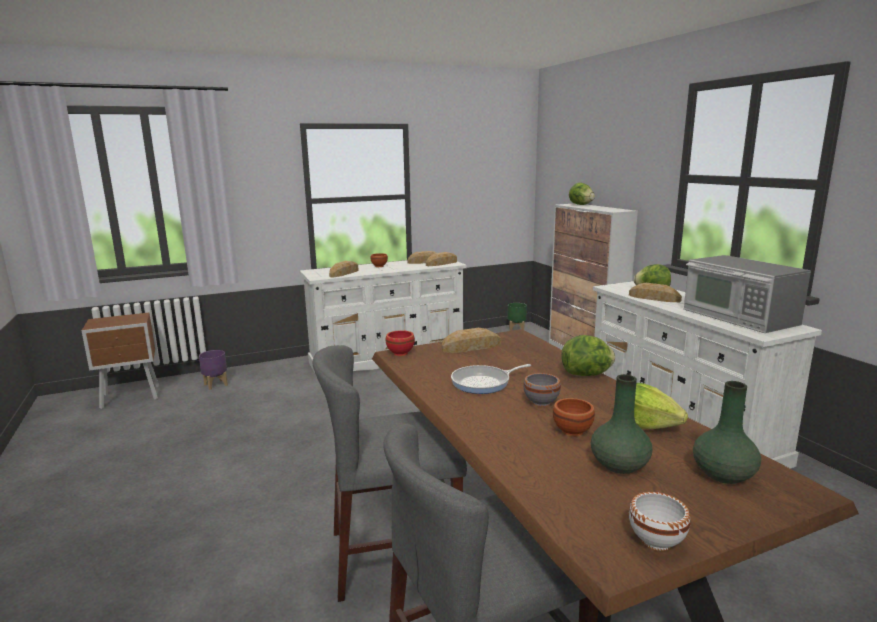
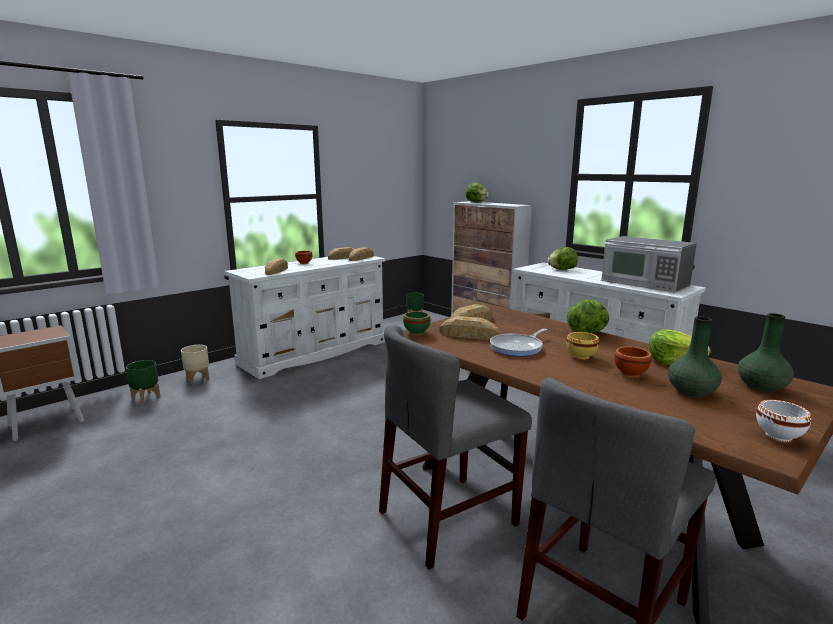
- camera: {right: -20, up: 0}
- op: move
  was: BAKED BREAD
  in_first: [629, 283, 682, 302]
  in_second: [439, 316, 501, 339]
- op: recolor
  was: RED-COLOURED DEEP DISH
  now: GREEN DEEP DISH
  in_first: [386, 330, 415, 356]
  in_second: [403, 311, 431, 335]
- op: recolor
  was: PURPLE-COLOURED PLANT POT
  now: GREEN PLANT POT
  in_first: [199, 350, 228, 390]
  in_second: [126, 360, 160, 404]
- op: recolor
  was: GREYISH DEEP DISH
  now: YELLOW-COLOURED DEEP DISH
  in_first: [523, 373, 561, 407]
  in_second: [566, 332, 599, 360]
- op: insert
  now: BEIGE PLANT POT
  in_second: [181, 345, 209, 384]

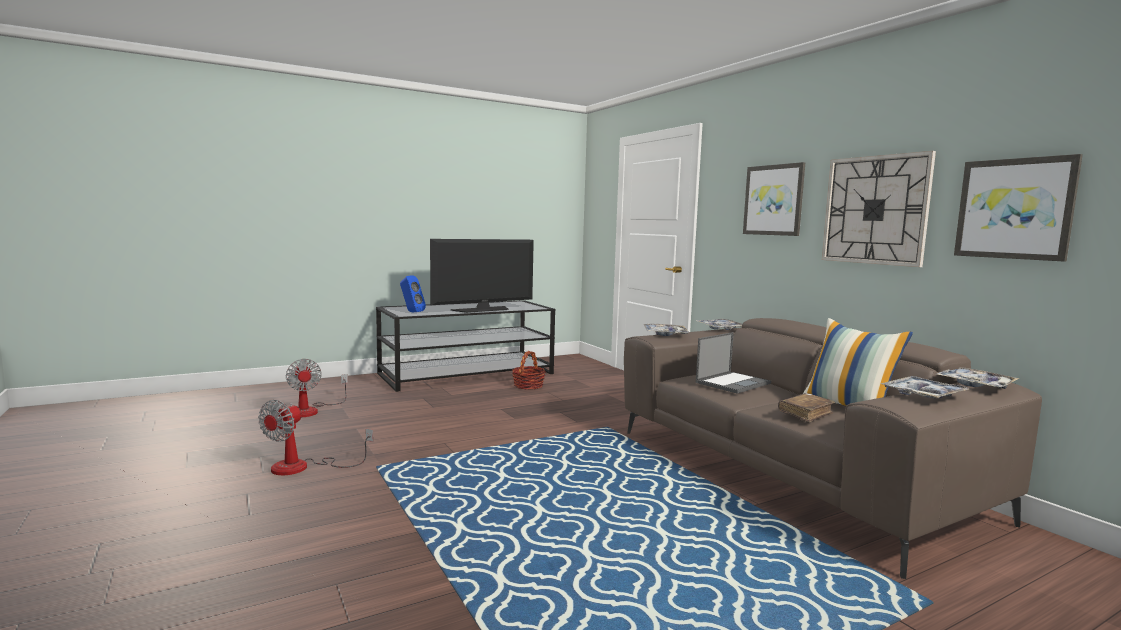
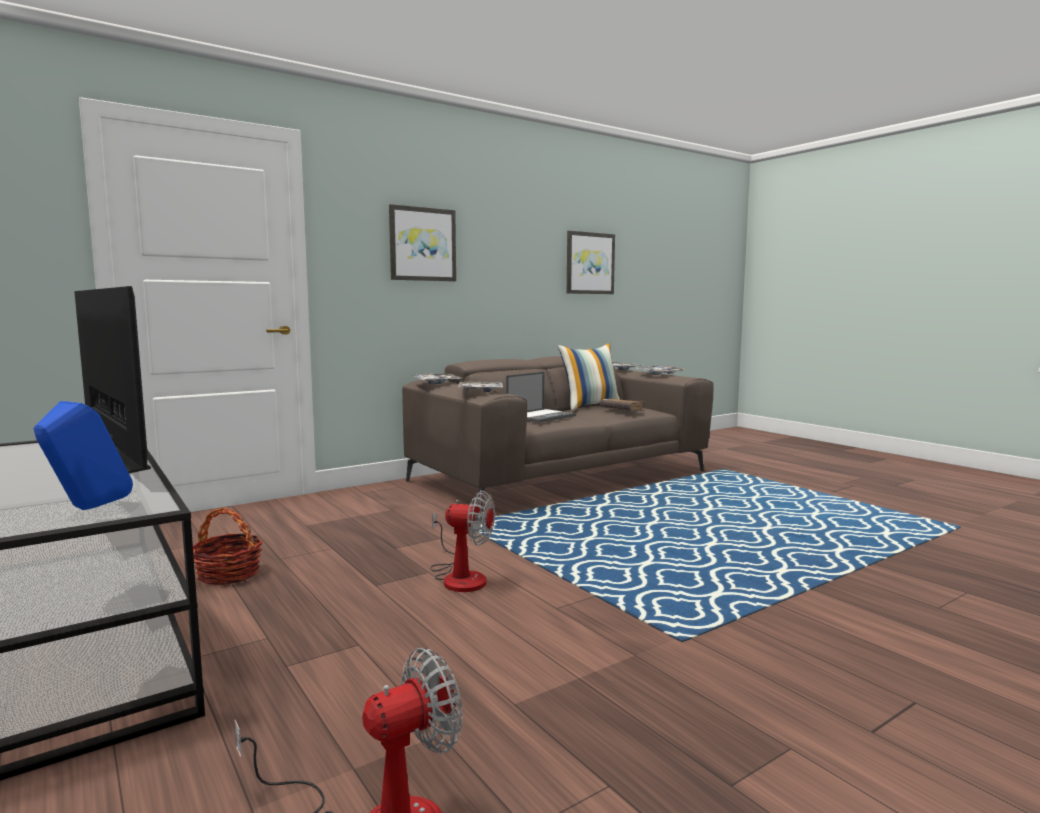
- camera: {right: -95, up: 0}
- op: delete
  was: WALL CLOCK
  in_first: [822, 151, 936, 267]
- op: rotate
  was: NOTEBOOK COMPUTER
  in_first: [696, 332, 771, 394]
  in_second: [506, 372, 576, 423]
  clockwise: 90
- op: move
  was: COOLING FAN
  in_first: [258, 400, 373, 475]
  in_second: [430, 491, 495, 592]

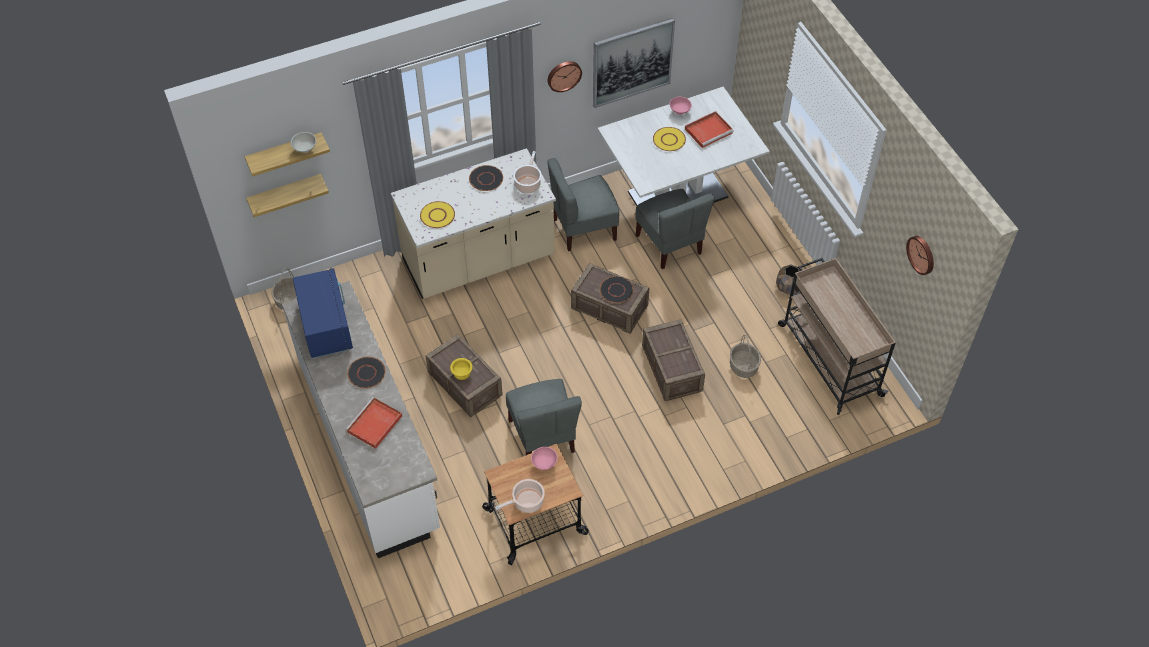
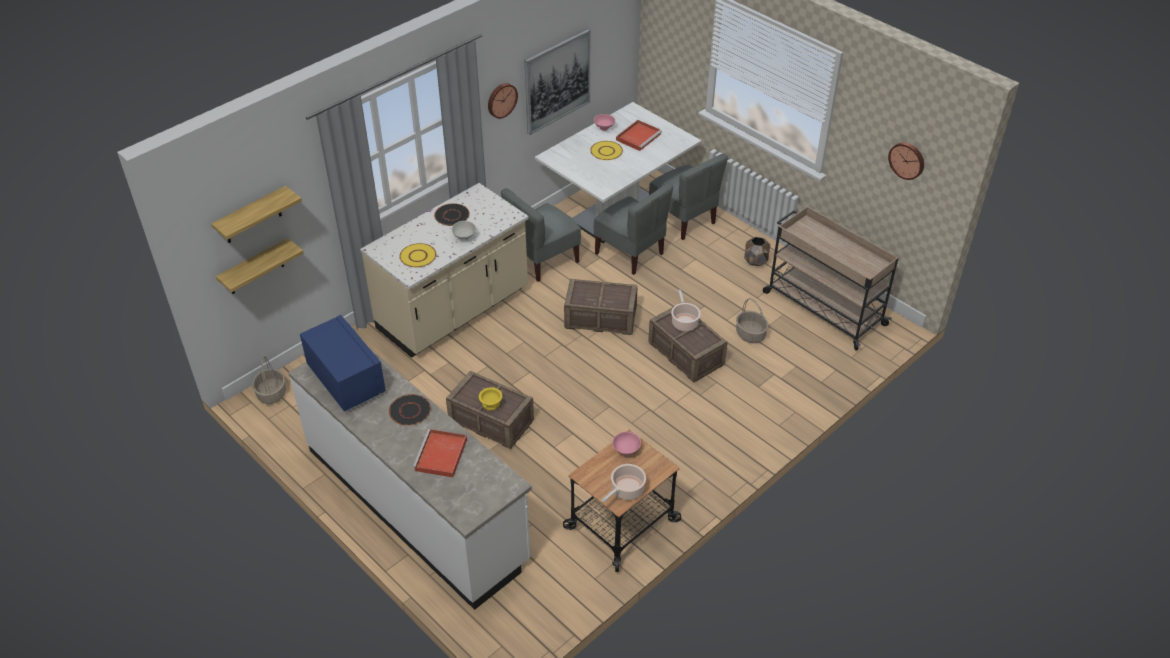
- camera: {right: -20, up: -10}
- op: move
  was: WHITE-COLOURED DEEP DISH
  in_first: [291, 132, 316, 153]
  in_second: [452, 221, 476, 240]
- op: move
  was: COOKING POT
  in_first: [513, 151, 542, 194]
  in_second: [671, 290, 701, 332]
- op: delete
  was: BLACKISH FLAT DISH
  in_first: [600, 276, 634, 303]
- op: move
  was: GREYISH PLAIN CHAIR
  in_first: [506, 379, 582, 455]
  in_second: [649, 154, 728, 240]

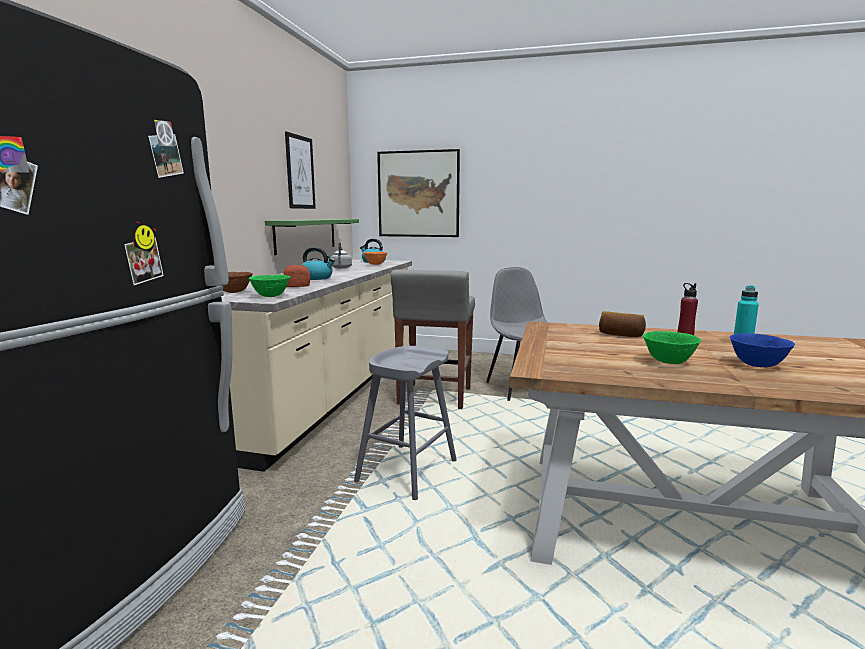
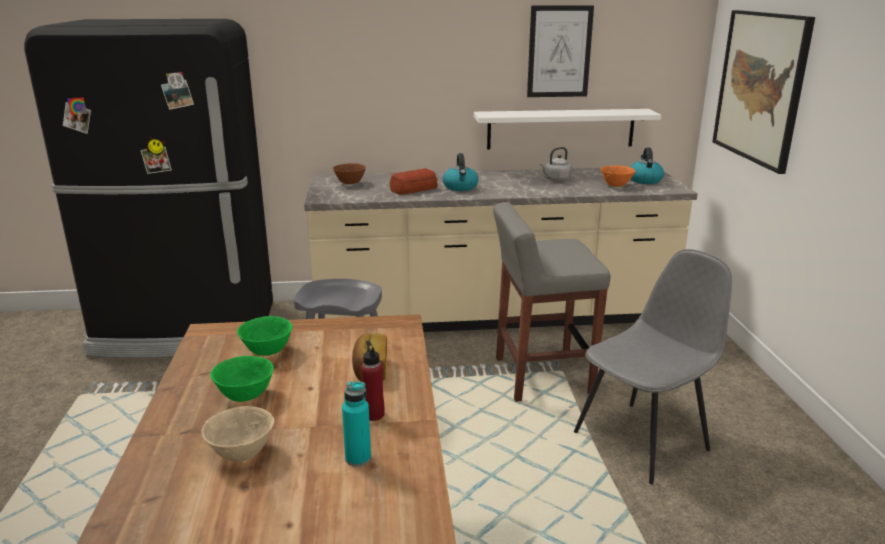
- camera: {right: 70, up: 10}
- op: recolor
  was: GREEN BRACKET SHELF
  now: WHITE-COLOURED BRACKET SHELF
  in_first: [265, 219, 359, 255]
  in_second: [474, 109, 661, 150]
- op: move
  was: GREEN DEEP DISH
  in_first: [249, 275, 291, 297]
  in_second: [237, 316, 292, 356]
- op: recolor
  was: BLUE-COLOURED DEEP DISH
  now: BEIGE DEEP DISH
  in_first: [730, 333, 795, 367]
  in_second: [201, 406, 274, 462]

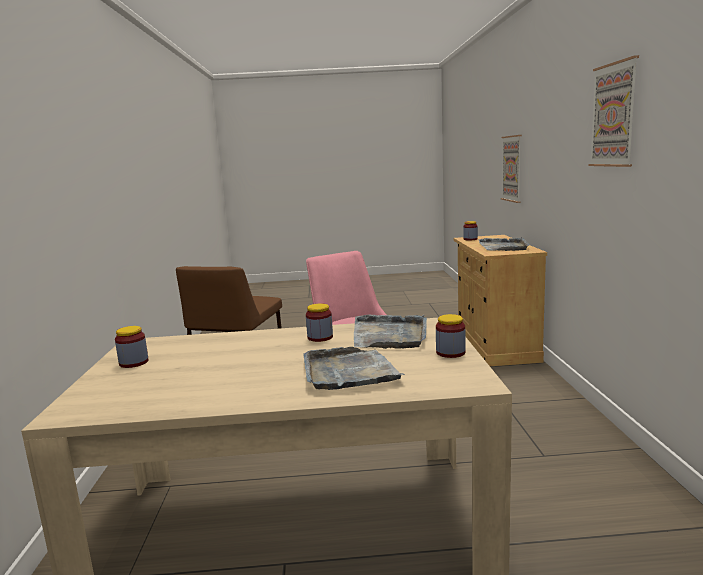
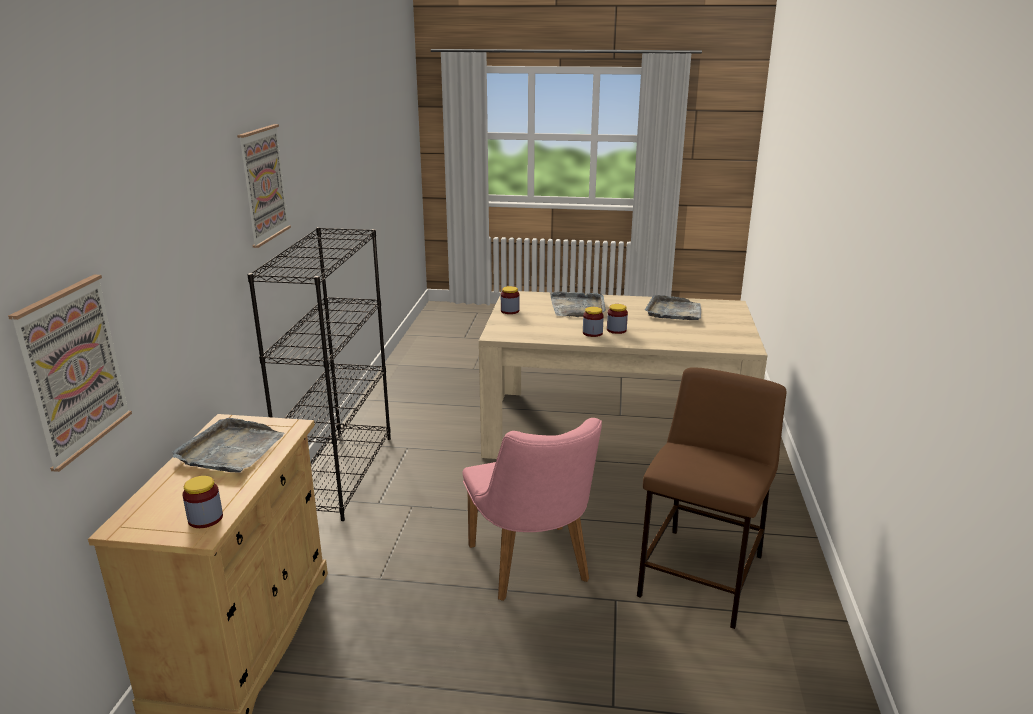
- camera: {right: -170, up: 10}
- op: move
  was: GREYISH TRAY
  in_first: [354, 314, 427, 349]
  in_second: [645, 295, 701, 320]
- op: move
  was: PRESERVE JAR
  in_first: [115, 326, 149, 368]
  in_second: [607, 304, 628, 334]
- op: insert
  now: BLACKISH BOOKCASE
  in_second: [247, 227, 391, 521]

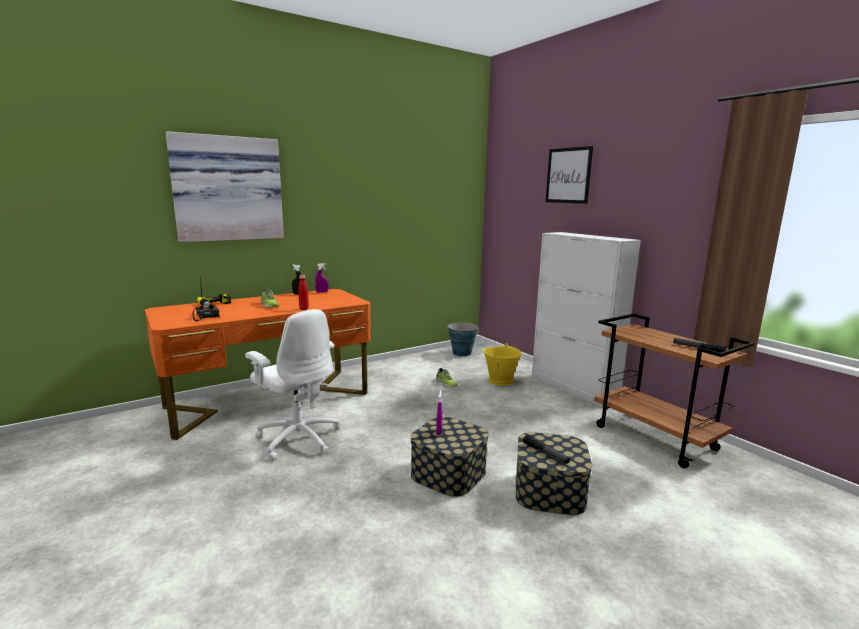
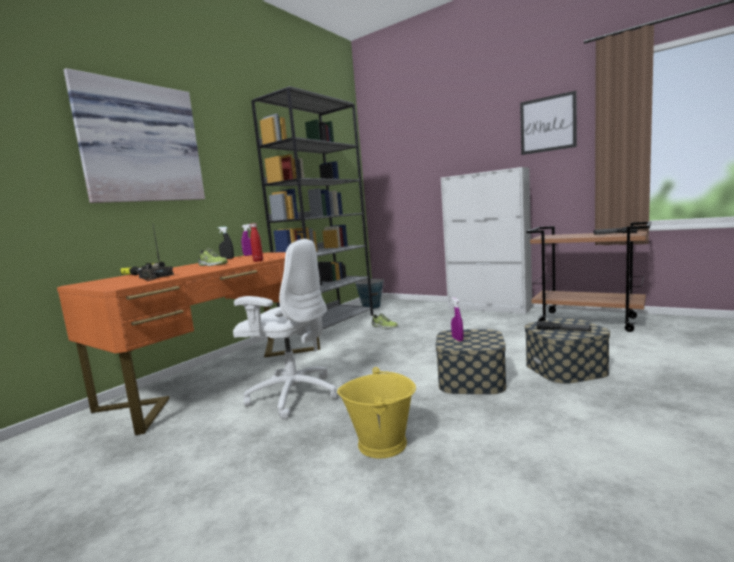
- camera: {right: -20, up: -5}
- op: move
  was: WALL ART
  in_first: [546, 146, 593, 204]
  in_second: [520, 91, 577, 155]
- op: move
  was: YELLOW-COLOURED WATER BUCKET
  in_first: [483, 343, 522, 386]
  in_second: [337, 367, 416, 459]
- op: insert
  now: GREYISH BOOKCASE
  in_second: [251, 86, 373, 329]

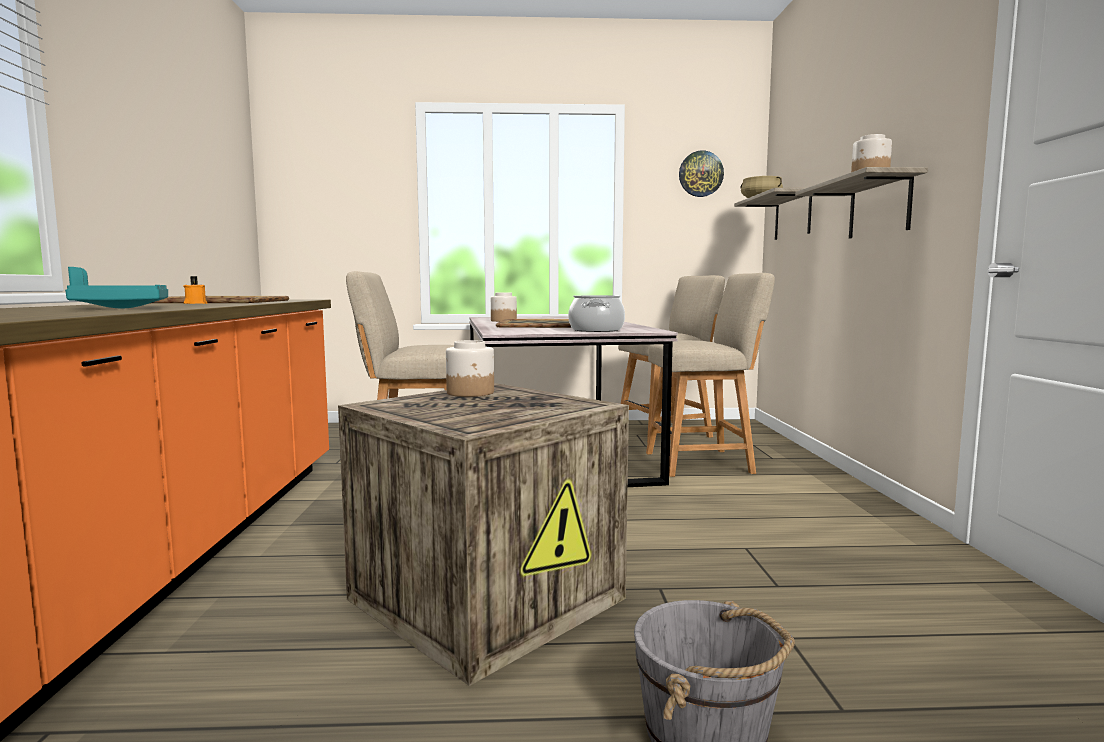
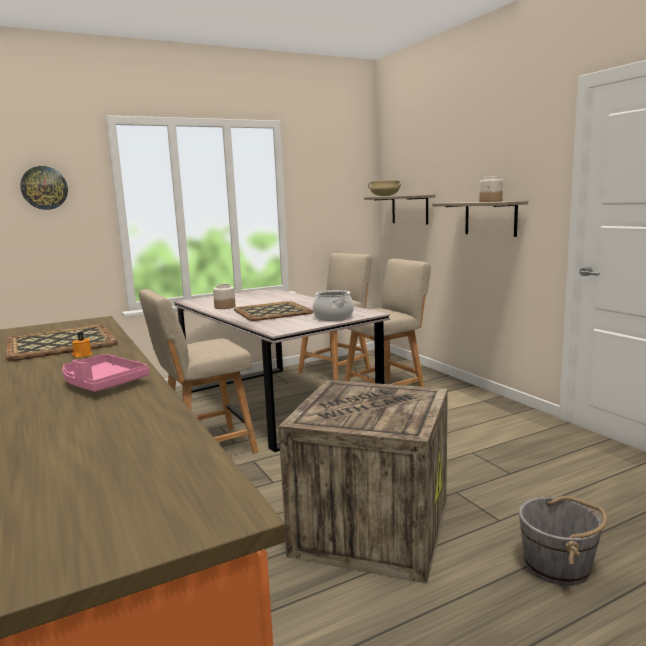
- camera: {right: -25, up: 5}
- op: move
  was: WALL CLOCK
  in_first: [679, 150, 724, 197]
  in_second: [20, 166, 68, 210]
- op: recolor
  was: TURQUOISE-COLOURED TRAY
  now: PINK TRAY
  in_first: [65, 267, 168, 308]
  in_second: [62, 354, 149, 392]
- op: delete
  was: PRESERVE JAR
  in_first: [446, 340, 494, 397]

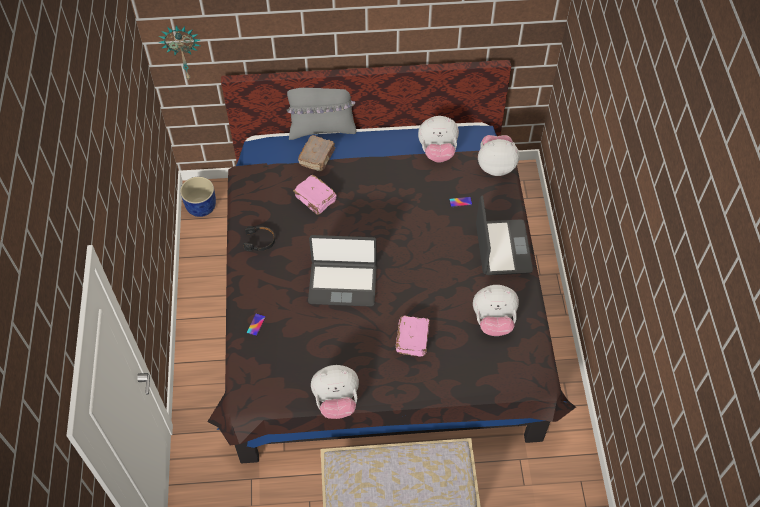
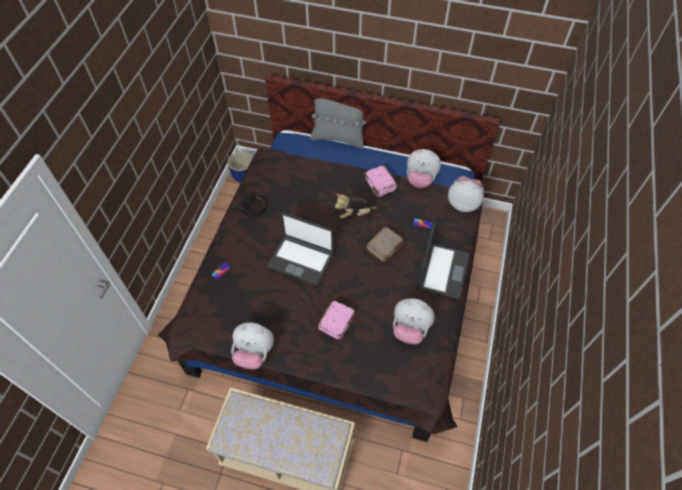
- camera: {right: 20, up: 0}
- op: delete
  was: WALL CLOCK
  in_first: [158, 25, 200, 80]
- op: move
  was: BROWNISH BOUND BOOK
  in_first: [298, 135, 335, 171]
  in_second: [367, 227, 403, 261]
- op: move
  was: PINK BOUND BOOK
  in_first: [293, 175, 337, 215]
  in_second: [364, 165, 397, 197]
- op: insert
  now: PLUSH TOY
  in_second: [335, 194, 380, 219]

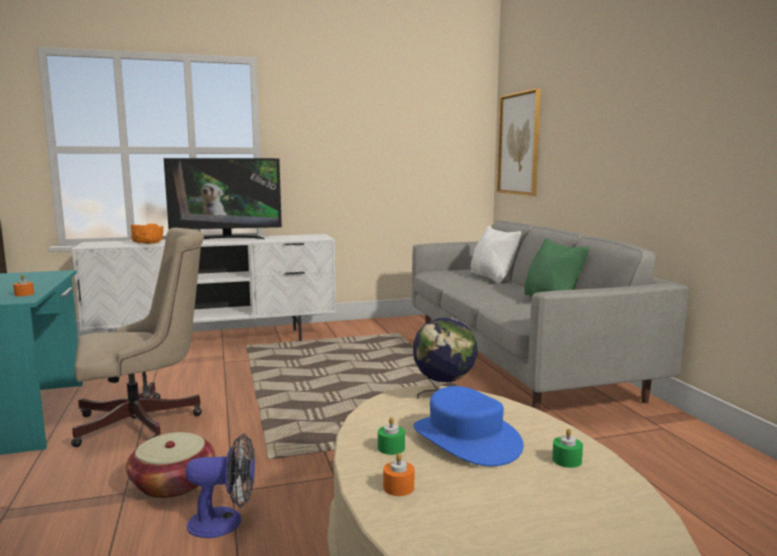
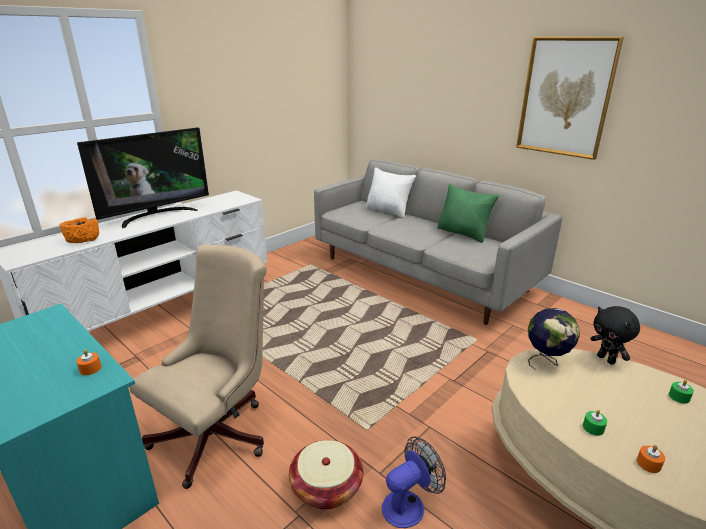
- camera: {right: -30, up: 15}
- op: move
  was: WALL ART
  in_first: [497, 88, 541, 196]
  in_second: [516, 37, 624, 160]
- op: delete
  was: BLUE-COLOURED CLOTHING HAT
  in_first: [413, 386, 524, 466]
- op: insert
  now: BLACKISH PLUSH TOY
  in_second: [590, 306, 640, 364]

